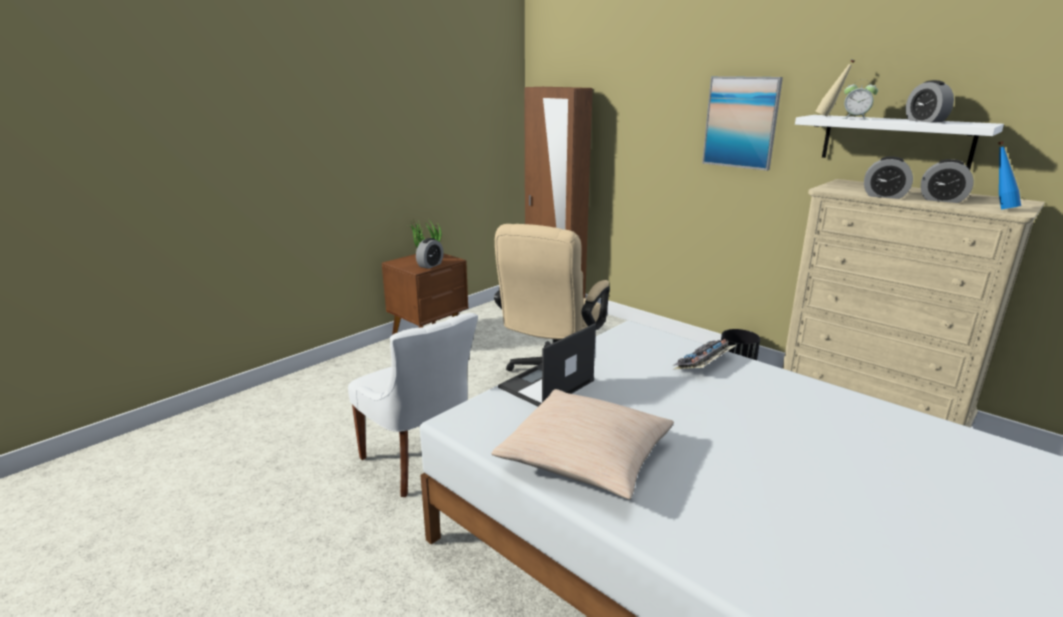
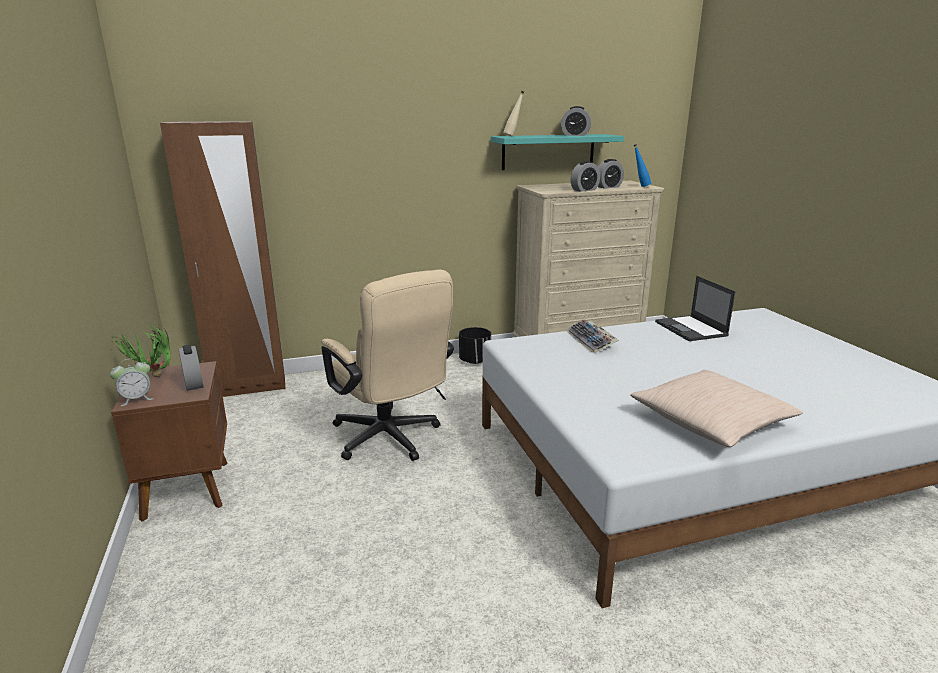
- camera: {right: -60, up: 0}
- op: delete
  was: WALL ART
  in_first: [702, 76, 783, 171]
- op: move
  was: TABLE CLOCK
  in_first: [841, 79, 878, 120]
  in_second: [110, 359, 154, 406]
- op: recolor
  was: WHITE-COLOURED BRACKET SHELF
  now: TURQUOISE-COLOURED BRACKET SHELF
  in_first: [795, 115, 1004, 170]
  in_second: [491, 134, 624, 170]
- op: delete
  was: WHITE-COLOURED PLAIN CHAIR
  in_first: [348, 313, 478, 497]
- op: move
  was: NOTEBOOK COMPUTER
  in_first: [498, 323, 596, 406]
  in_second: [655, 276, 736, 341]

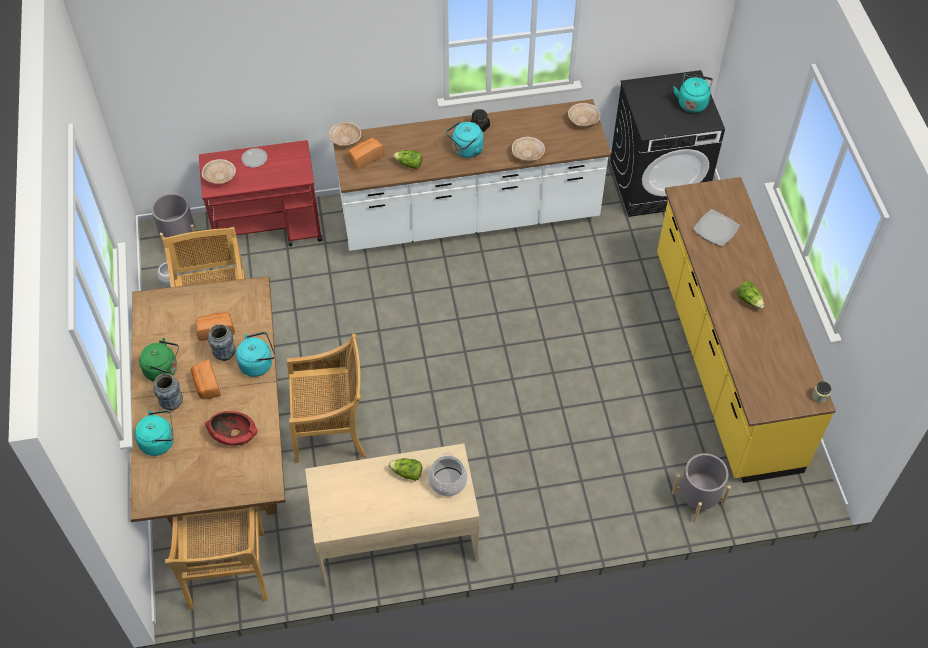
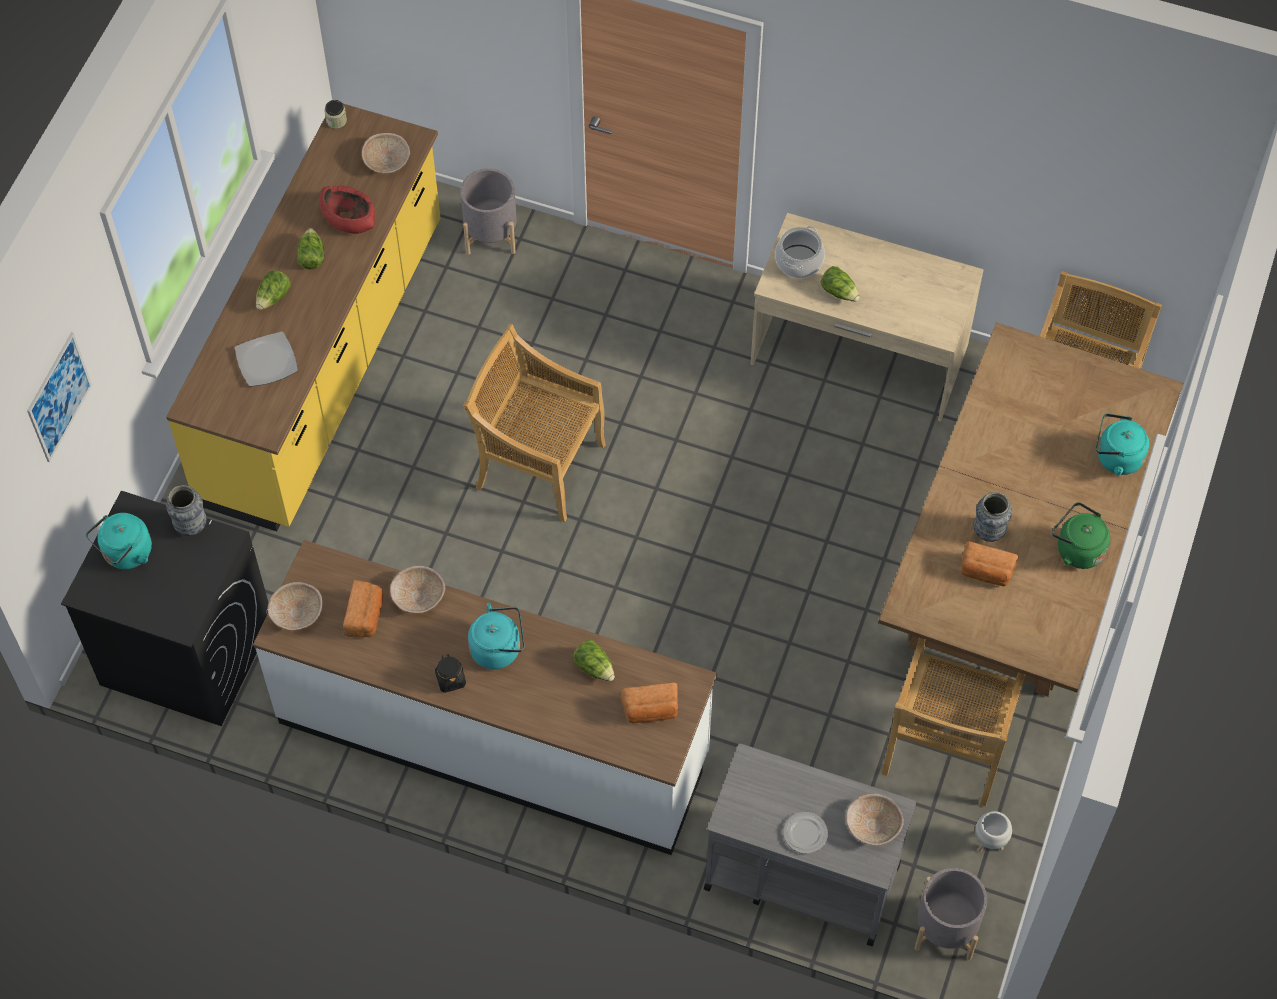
- camera: {right: -150, up: 5}
- op: move
  was: BEIGE DEEP DISH
  in_first: [328, 122, 361, 146]
  in_second: [362, 133, 410, 173]
- op: recolor
  was: RED-COLOURED WHEELED CART
  now: GREYISH WHEELED CART
  in_first: [199, 140, 323, 246]
  in_second: [704, 744, 916, 946]
- op: delete
  was: TURQUOISE-COLOURED WATER KETTLE
  in_first: [236, 332, 275, 377]
- op: move
  was: BEIGE PLAIN CHAIR
  in_first: [287, 334, 366, 463]
  in_second: [463, 324, 606, 522]
- op: move
  was: BAKED BREAD
  in_first: [191, 359, 221, 400]
  in_second: [343, 580, 383, 638]
- op: move
  was: FLOWER VASE
  in_first: [153, 374, 183, 410]
  in_second: [166, 485, 207, 536]
- op: move
  was: RED-COLOURED DEEP DISH
  in_first: [205, 411, 258, 446]
  in_second: [319, 186, 375, 234]
- op: insert
  now: HEAD OF LETTUCE
  in_second: [256, 270, 291, 310]
- op: insert
  now: WALL ART
  in_second: [27, 332, 92, 462]

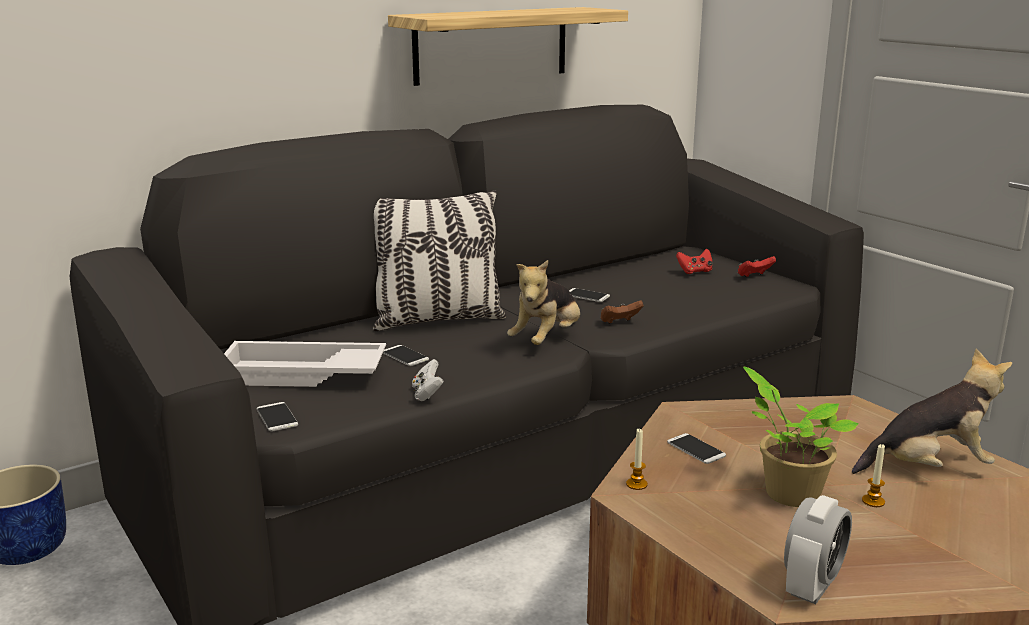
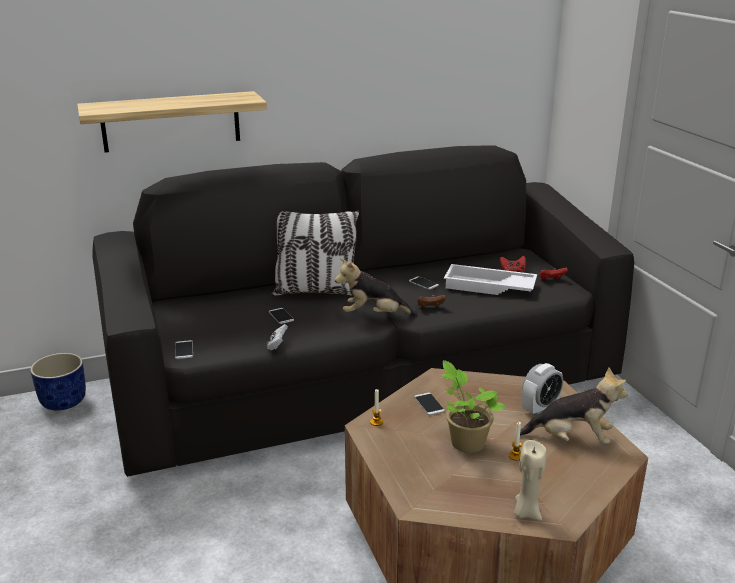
- camera: {right: 15, up: 5}
- op: move
  was: BRACKET SHELF
  in_first: [388, 7, 628, 86]
  in_second: [77, 91, 267, 153]
- op: rotate
  was: PLUSH TOY
  in_first: [507, 260, 580, 345]
  in_second: [335, 258, 418, 316]
  clockwise: 45
- op: move
  was: WHITE-COLOURED TRAY
  in_first: [224, 341, 386, 387]
  in_second: [444, 264, 537, 295]
- op: move
  was: TABLE CLOCK
  in_first: [784, 495, 852, 604]
  in_second: [522, 363, 563, 416]
- op: insert
  now: BEIGE WAX LIGHT
  in_second: [514, 440, 546, 521]

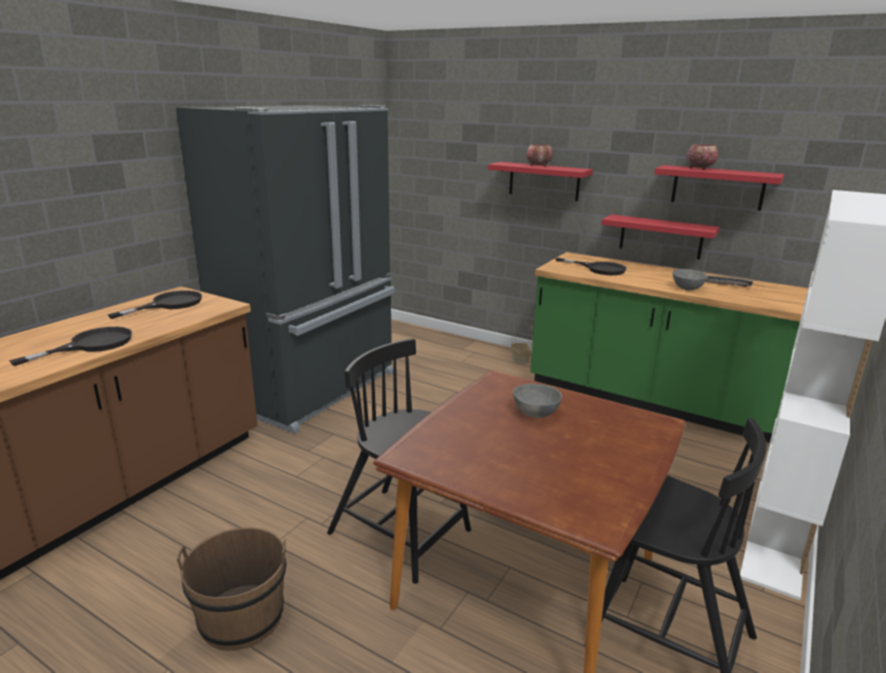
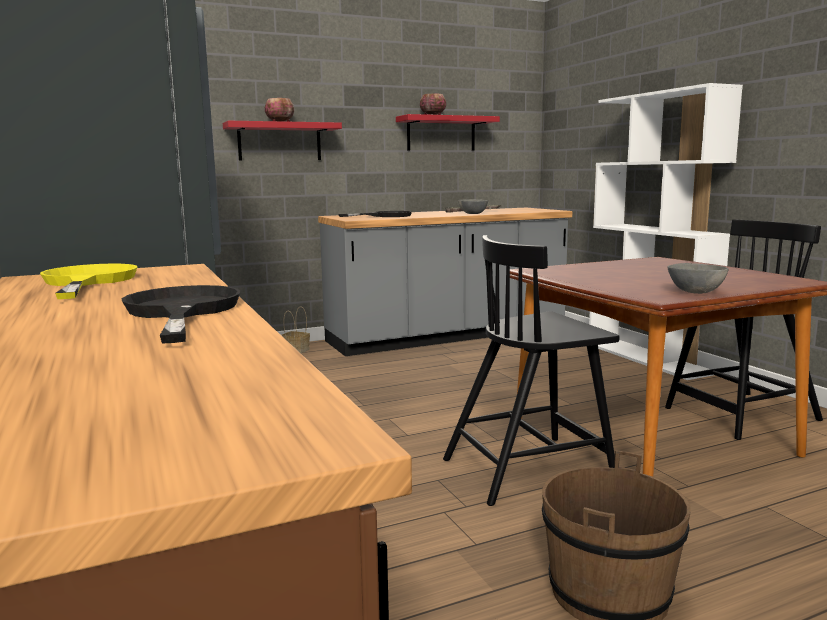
- camera: {right: -55, up: -10}
- op: delete
  was: RED-COLOURED BRACKET SHELF
  in_first: [601, 214, 720, 260]
- op: recolor
  was: GREEN COUNTER
  now: GREYISH COUNTER
  in_first: [530, 252, 808, 443]
  in_second: [318, 208, 572, 356]
- op: recolor
  was: BLACKISH SKILLET
  now: YELLOW-COLOURED SKILLET
  in_first: [107, 290, 202, 319]
  in_second: [40, 264, 137, 299]
- op: move
  was: GREYISH DEEP DISH
  in_first: [513, 384, 562, 418]
  in_second: [667, 263, 729, 294]

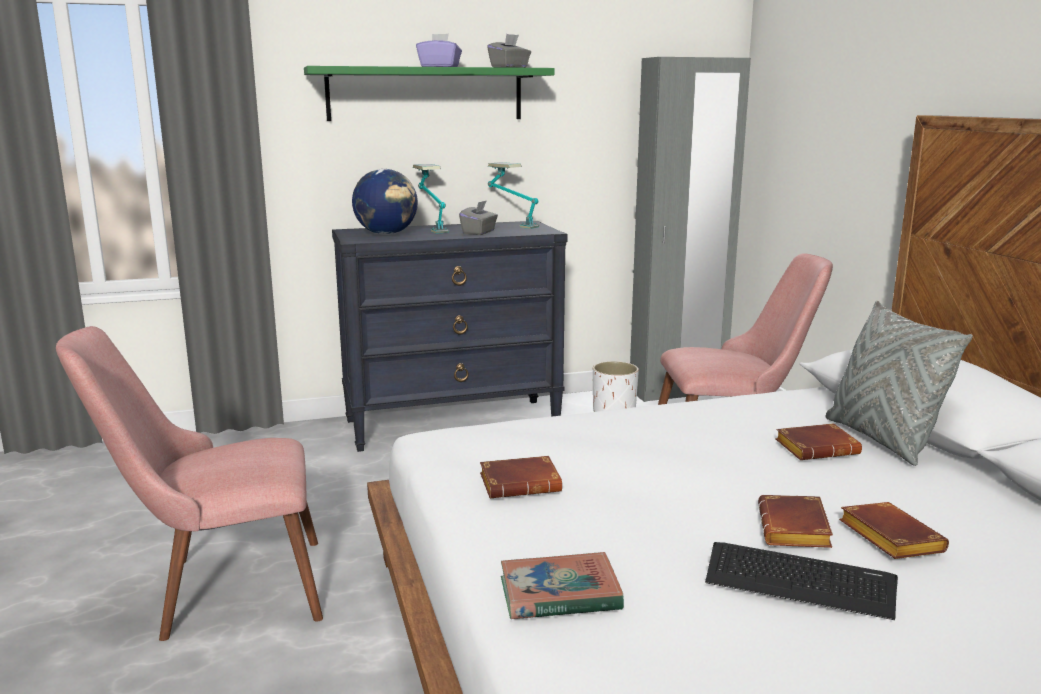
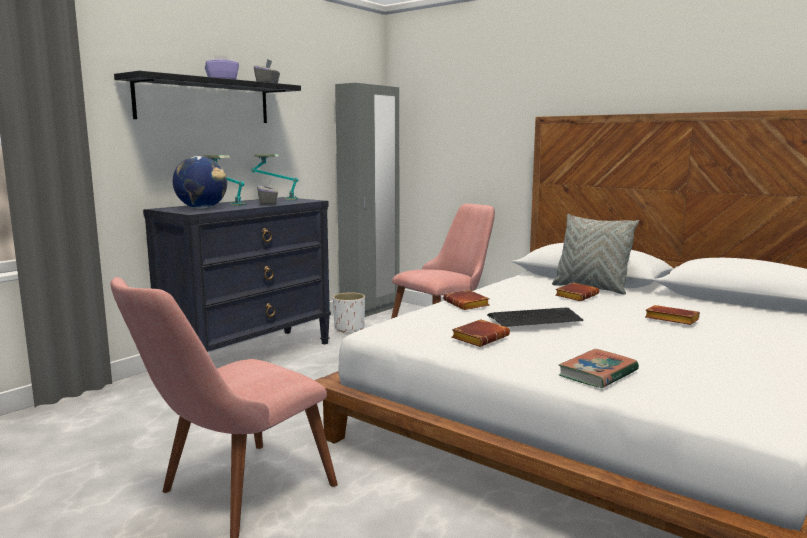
- camera: {right: -35, up: -5}
- op: recolor
  was: GREEN BRACKET SHELF
  now: BLACKISH BRACKET SHELF
  in_first: [304, 66, 555, 121]
  in_second: [114, 71, 301, 123]
- op: move
  was: BROWNISH BOUND BOOK
  in_first: [758, 495, 833, 548]
  in_second: [443, 290, 490, 310]
- op: move
  was: PC KEYBOARD
  in_first: [705, 542, 898, 620]
  in_second: [487, 308, 584, 327]

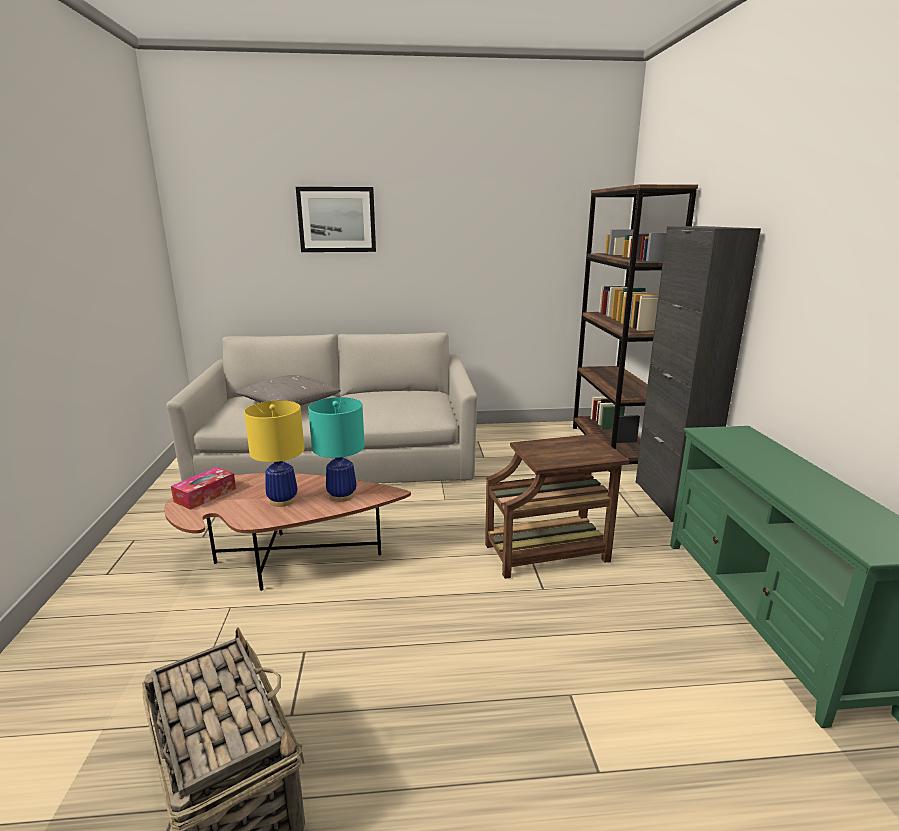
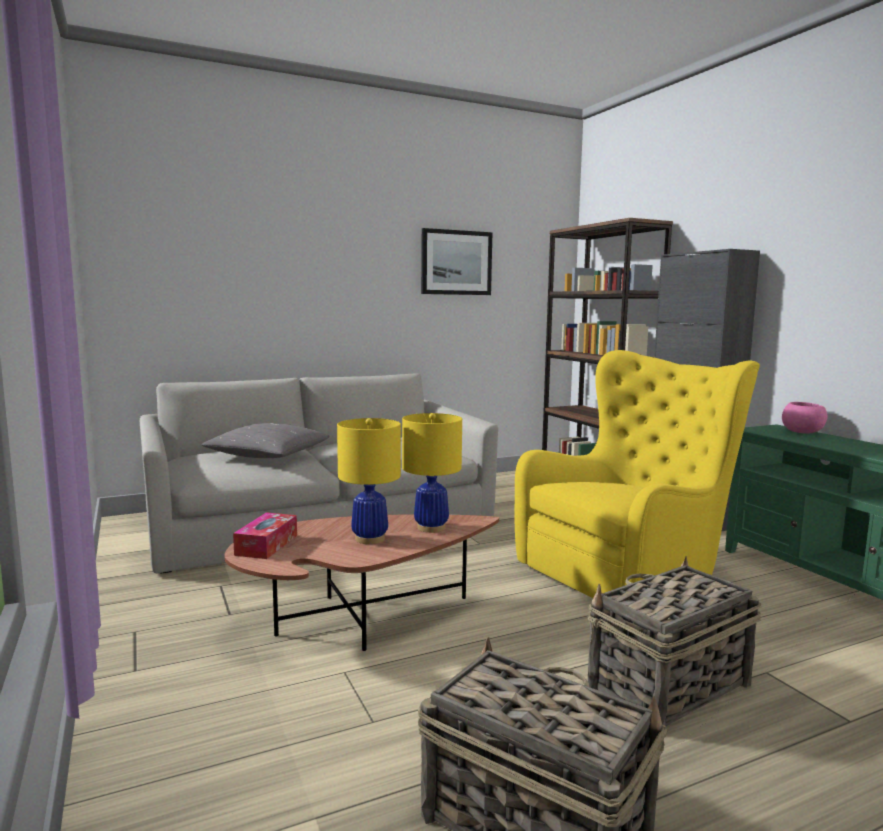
- camera: {right: -20, up: -10}
- op: move
  was: WALL ART
  in_first: [296, 187, 376, 252]
  in_second: [421, 228, 493, 295]
- op: recolor
  was: TURQUOISE-COLOURED LAMP FOR A TABLE
  now: YELLOW-COLOURED LAMP FOR A TABLE
  in_first: [308, 397, 365, 502]
  in_second: [402, 413, 462, 533]
- op: replace
  was: BROWNISH ACCENT TABLE
  now: YELLOW-COLOURED ARMCHAIR
  in_first: [485, 434, 630, 579]
  in_second: [514, 350, 760, 598]
- op: insert
  now: PINK DEEP DISH
  in_second: [782, 402, 828, 434]
- op: insert
  now: HOUSEHOLD BASKET
  in_second: [588, 556, 762, 726]

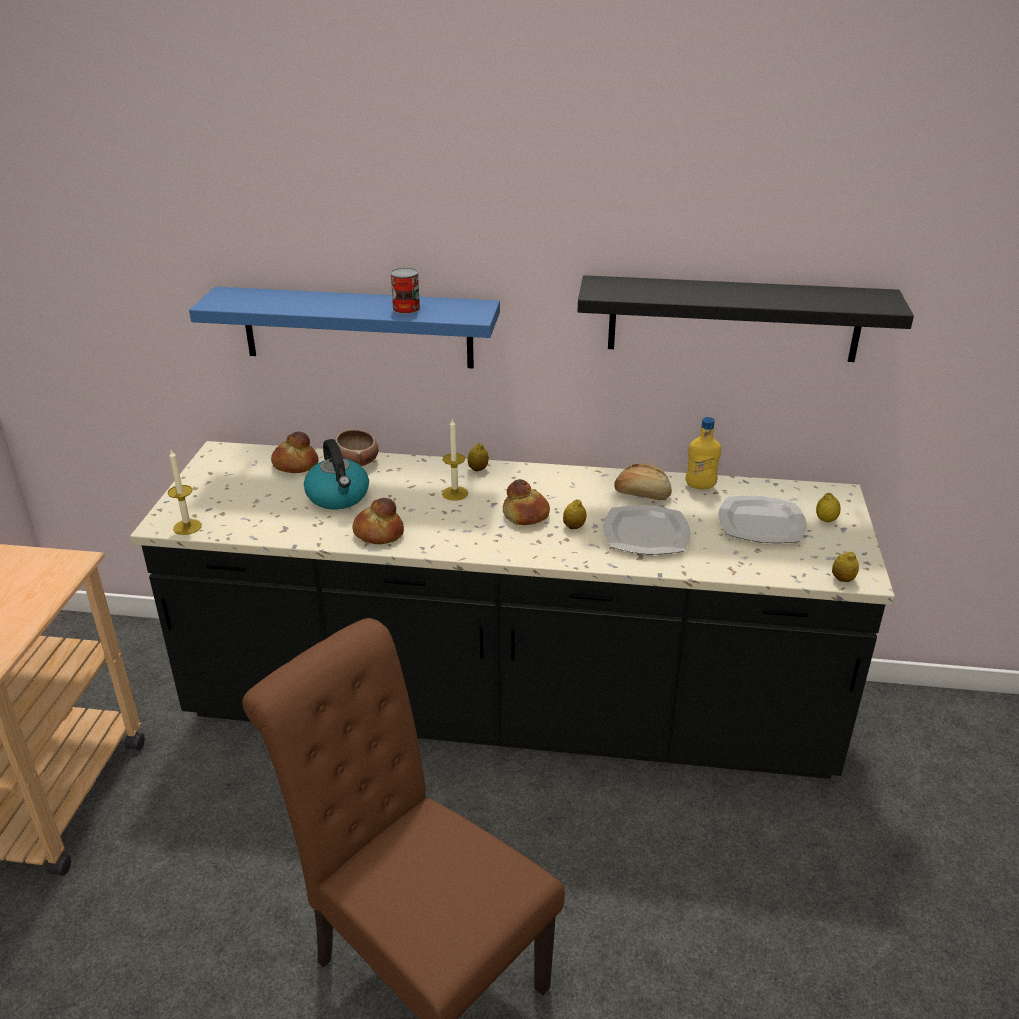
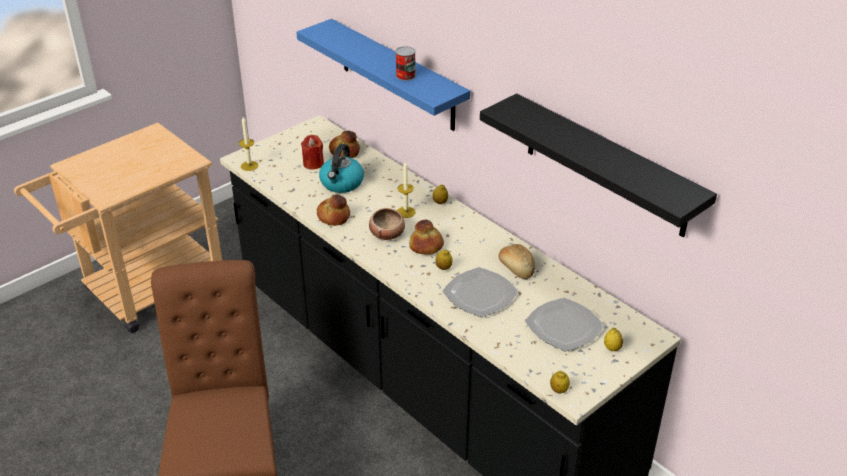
- camera: {right: 40, up: 5}
- op: delete
  was: YELLOW-COLOURED BOTTLE
  in_first: [686, 417, 721, 489]
- op: move
  was: DEEP DISH
  in_first: [334, 429, 378, 466]
  in_second: [369, 208, 405, 240]
- op: insert
  now: RED-COLOURED WAX LIGHT
  in_second: [301, 135, 324, 170]

